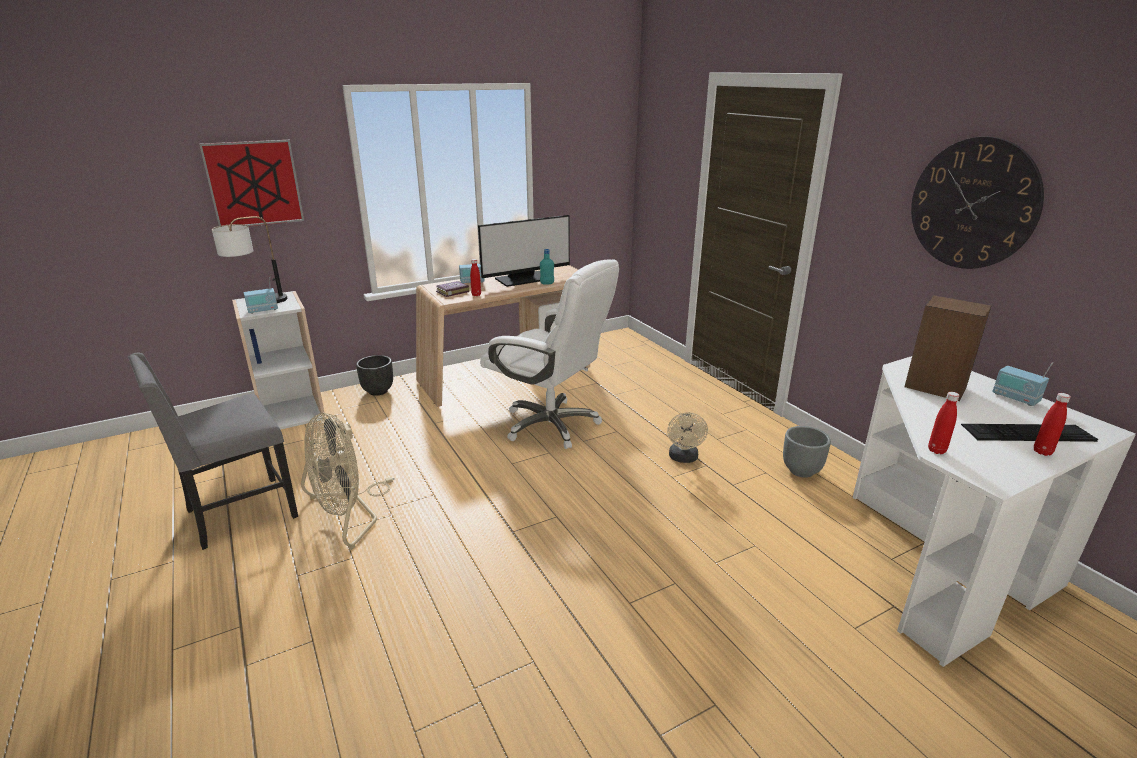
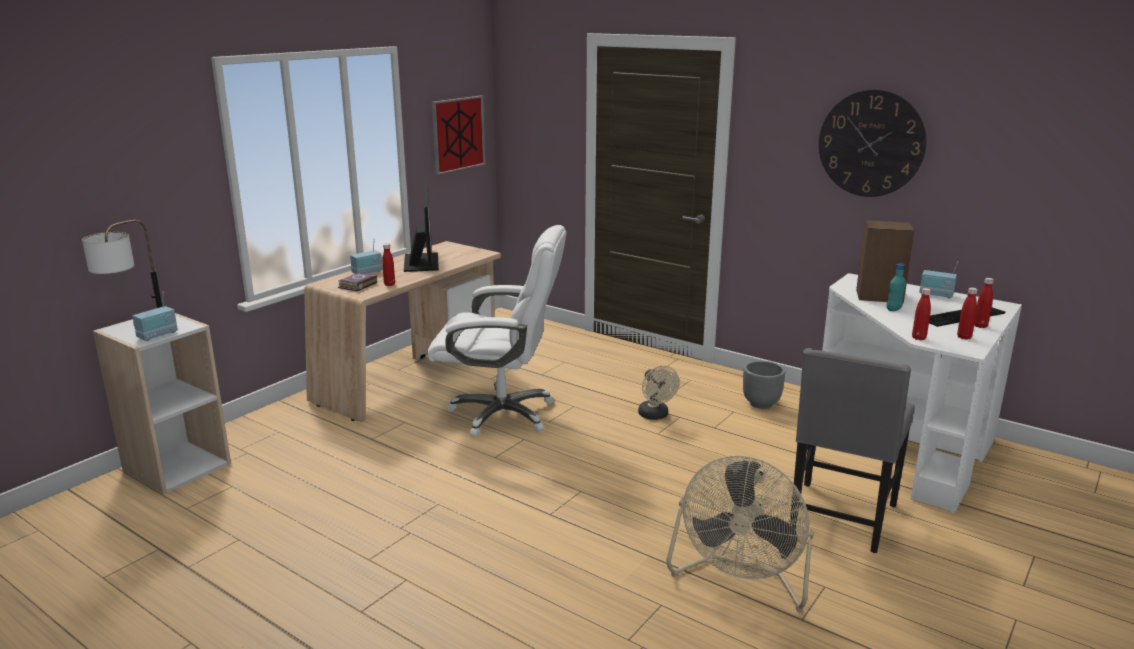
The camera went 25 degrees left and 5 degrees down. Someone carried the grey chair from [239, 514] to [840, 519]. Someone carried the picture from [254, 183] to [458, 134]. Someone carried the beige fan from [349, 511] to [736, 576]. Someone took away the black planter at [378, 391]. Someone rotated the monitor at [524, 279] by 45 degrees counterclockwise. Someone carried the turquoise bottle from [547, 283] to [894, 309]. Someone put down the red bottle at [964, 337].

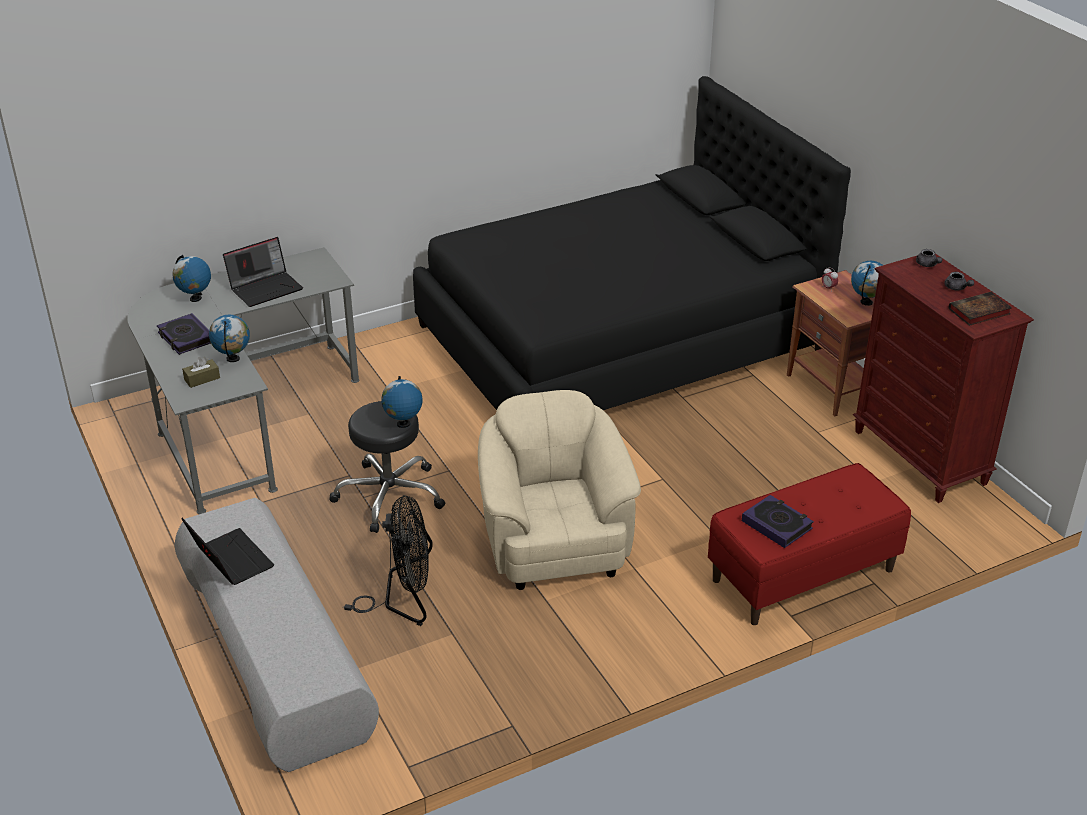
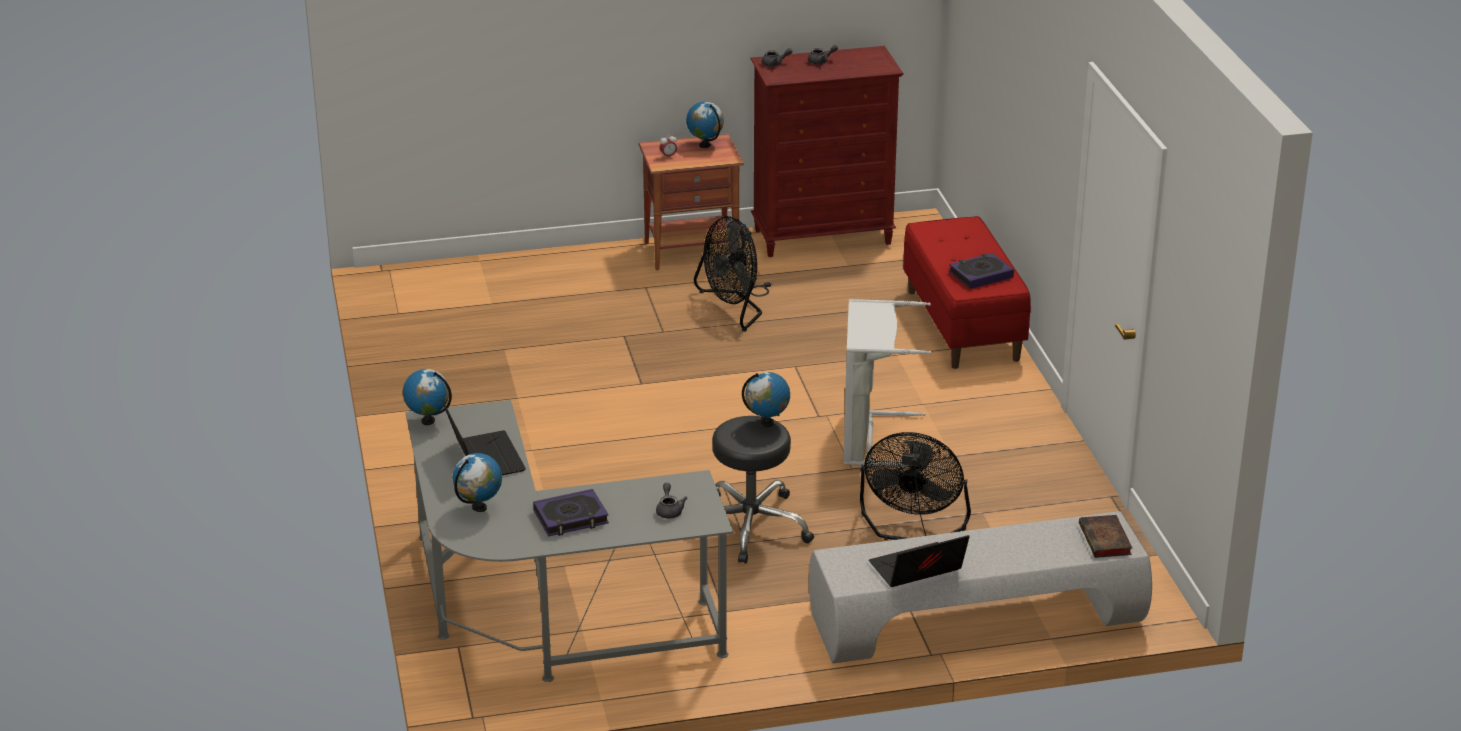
The camera went 75 degrees left and 5 degrees down. Someone swapped the brown tissue box at [202, 379] for the grey teapot at [669, 510]. Someone carried the globe from [233, 359] to [428, 421]. Someone took away the black bed at [619, 339]. Someone swapped the beige armchair at [554, 544] for the grey laundry basket at [871, 440]. Someone carried the book from [978, 312] to [1106, 541]. Someone put down the black fan at [736, 305].

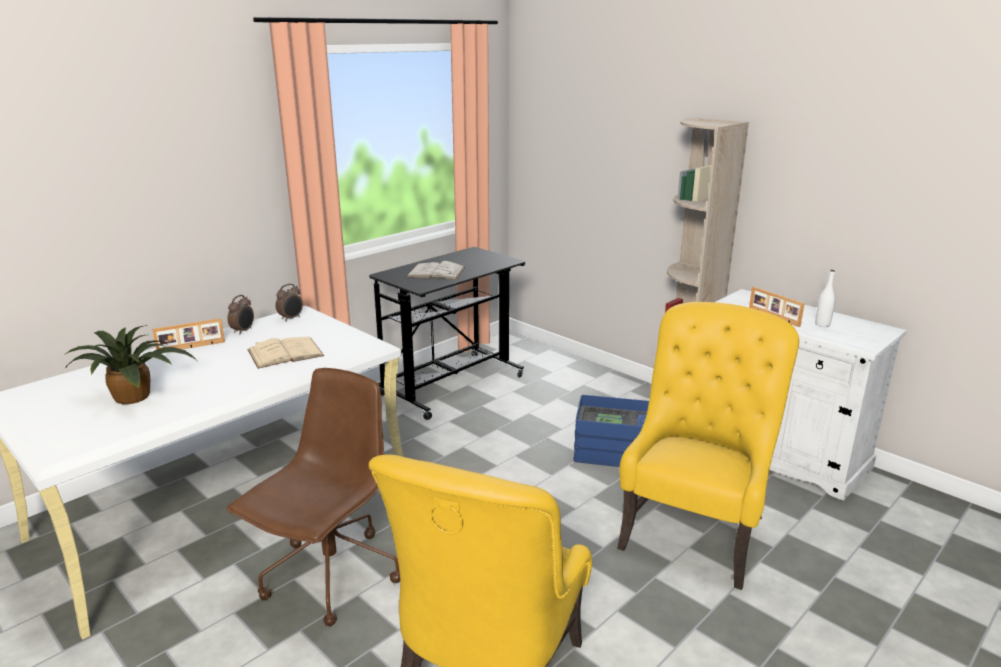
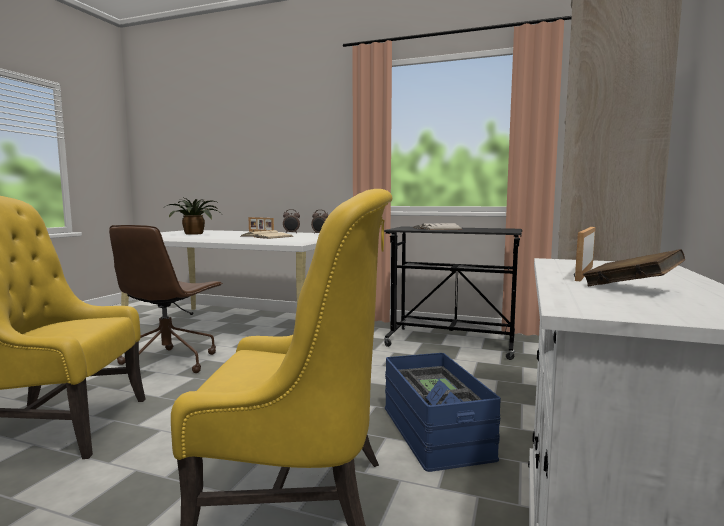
The camera went 65 degrees right and 15 degrees down. Someone rotated the brown office chair at [328, 580] by 105 degrees clockwise. Someone swapped the white bottle at [822, 325] for the brown book at [630, 288].

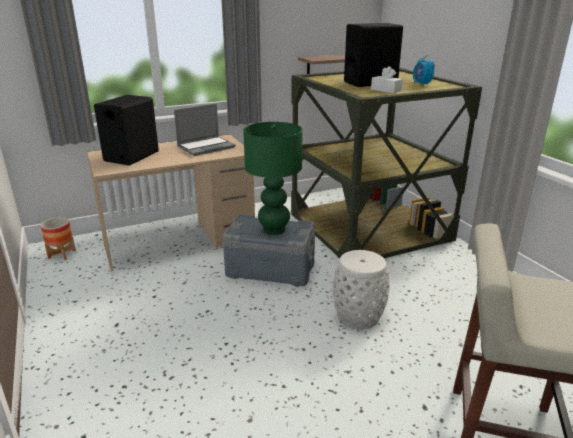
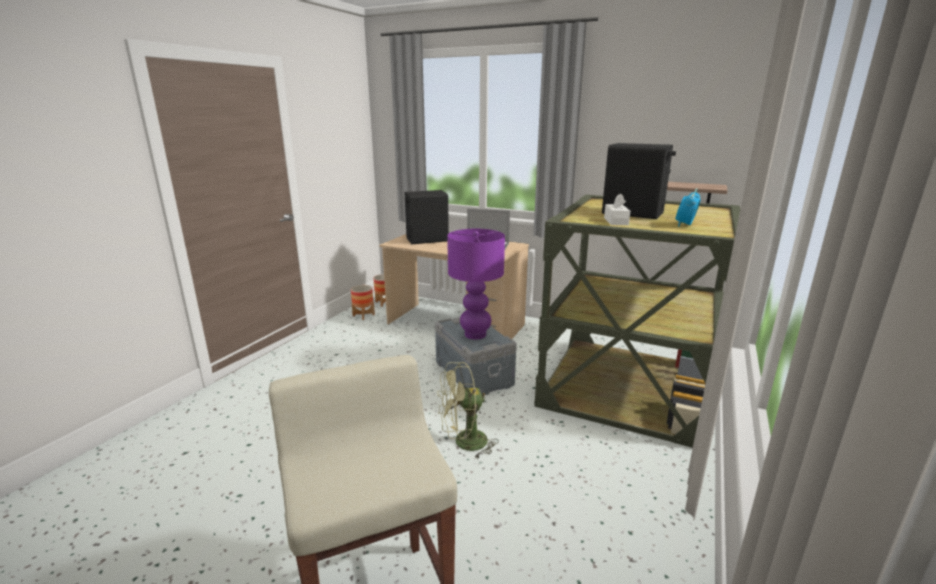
The camera went 50 degrees right and 5 degrees down. Someone repainted the green table lamp at [274, 229], which became the purple table lamp at [476, 334]. Someone swapped the white stool at [358, 316] for the green fan at [464, 443]. Someone put down the planter at [363, 315].

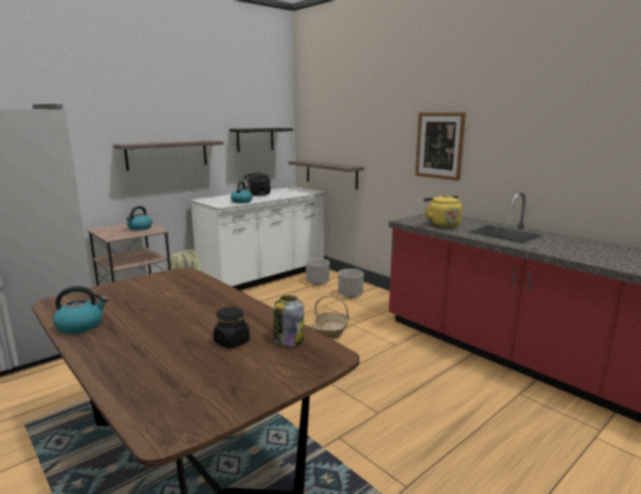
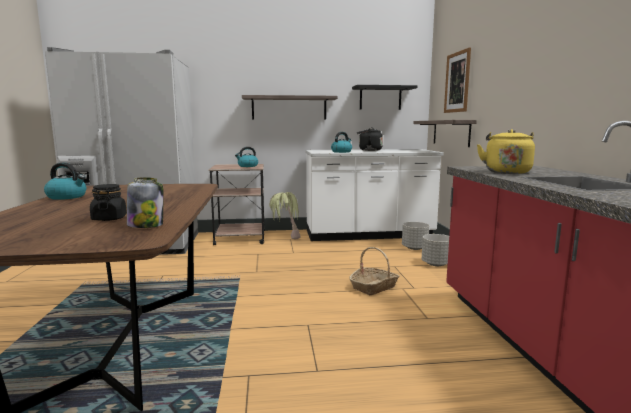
The camera went 35 degrees right and 5 degrees down. Someone carried the picture from [439, 145] to [457, 82].

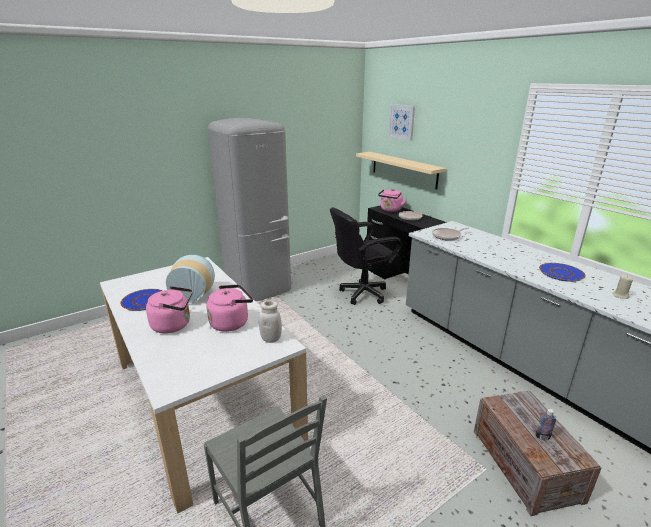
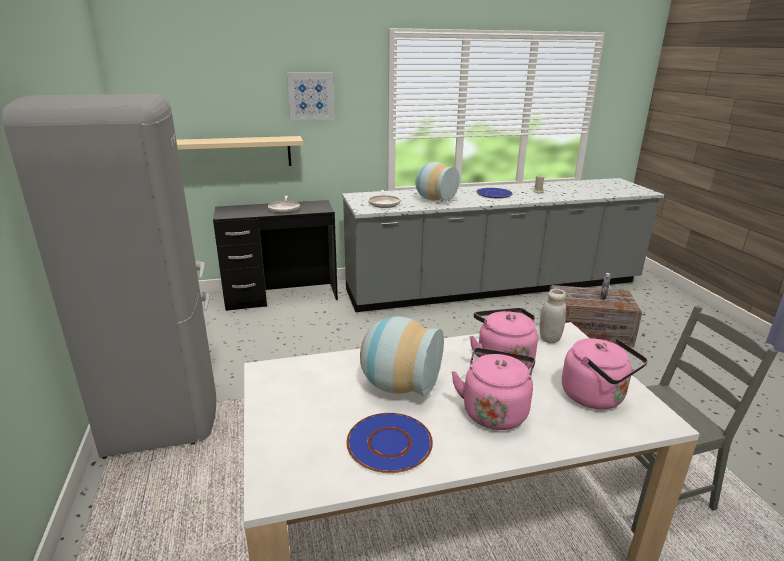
The camera went 70 degrees left and 0 degrees up. Someone took away the black office chair at [361, 295]. Someone carried the pink kettle from [390, 210] to [596, 397]. Someone carried the picture from [401, 122] to [310, 96]. Someone put down the vase at [434, 199].

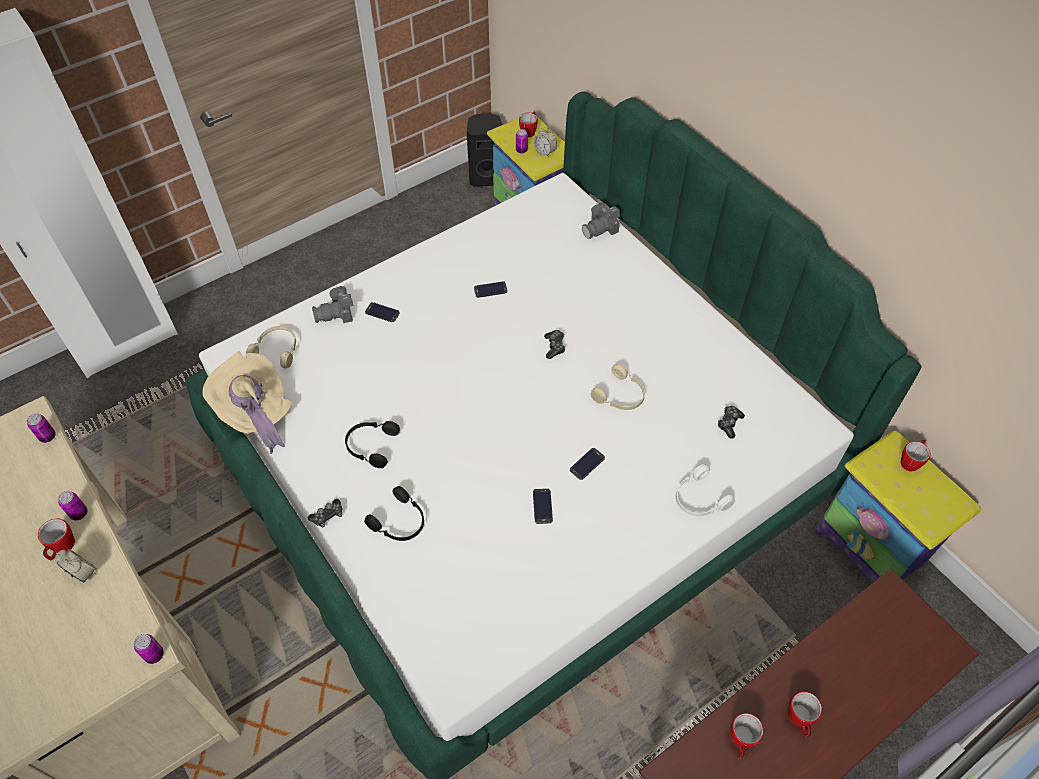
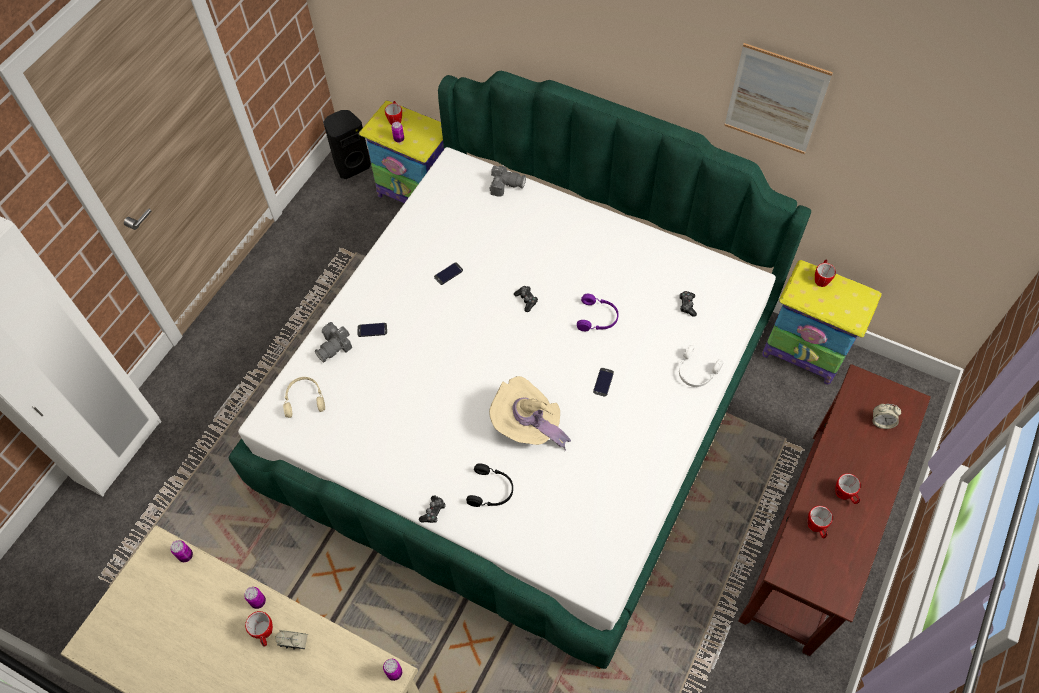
The camera went 25 degrees left and 5 degrees up. Someone carried the beige hat from [255, 413] to [528, 425]. Someone took away the black headphones at [371, 446]. Someone took away the phone at [542, 506]. Someone carried the alarm clock from [545, 152] to [881, 422]. Someone rotated the photo camera at [601, 228] by 105 degrees counterclockwise. Someone repainted the beige headphones at [620, 395], which became the purple headphones at [598, 318]. Someone put up the picture at [775, 100].

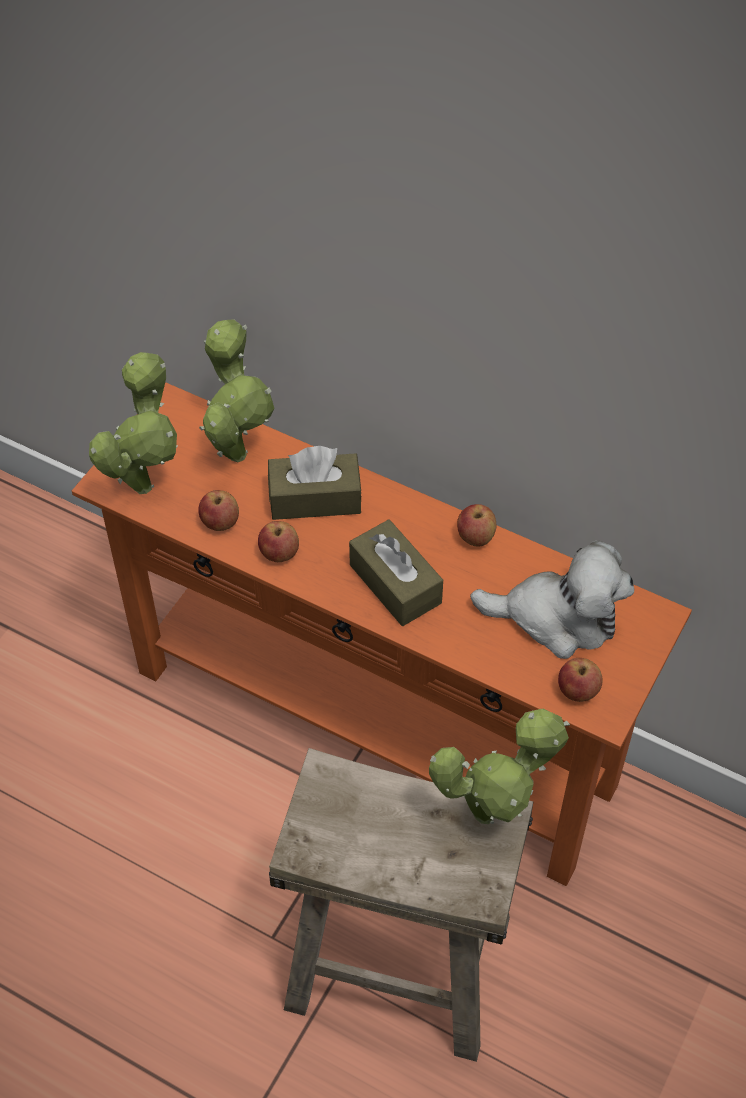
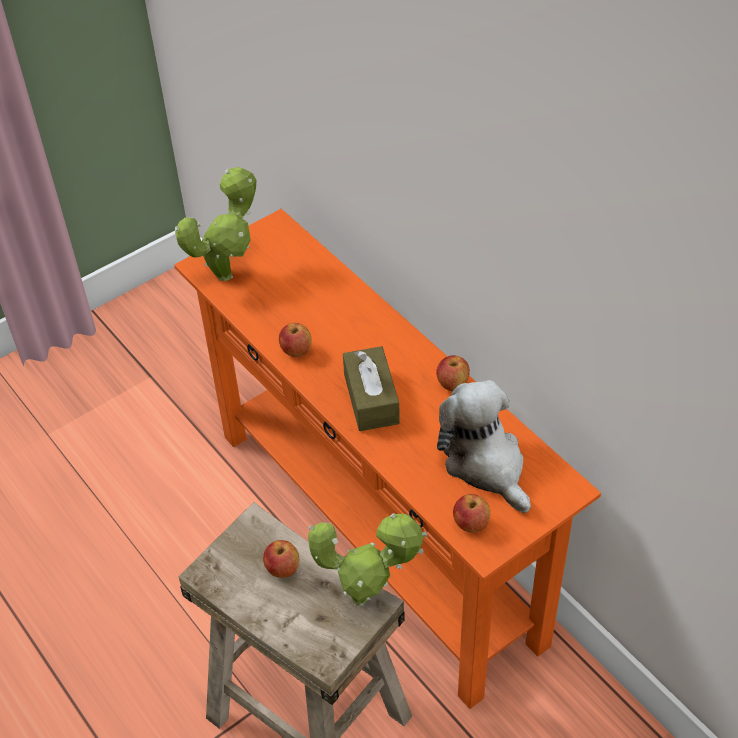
The camera went 25 degrees right and 5 degrees down. Someone carried the apple from [220, 523] to [282, 569]. Someone took away the potted plant at [236, 449]. Someone took away the brown tissue box at [315, 498]. Someone rotated the plush toy at [557, 617] by 150 degrees counterclockwise.

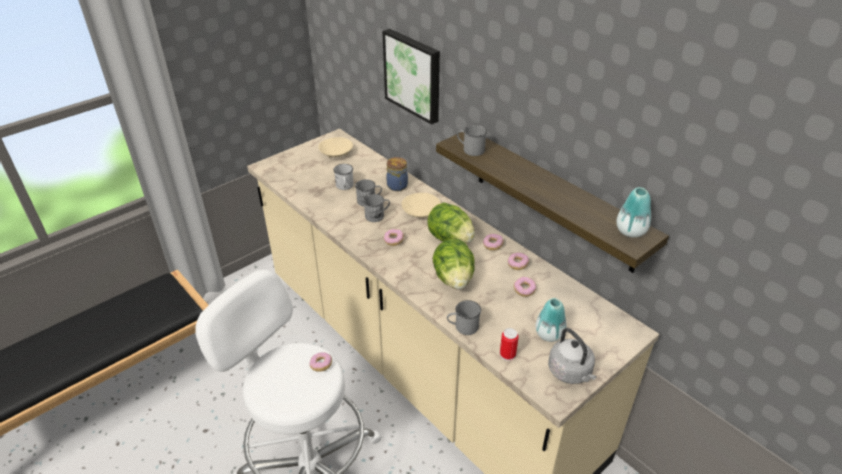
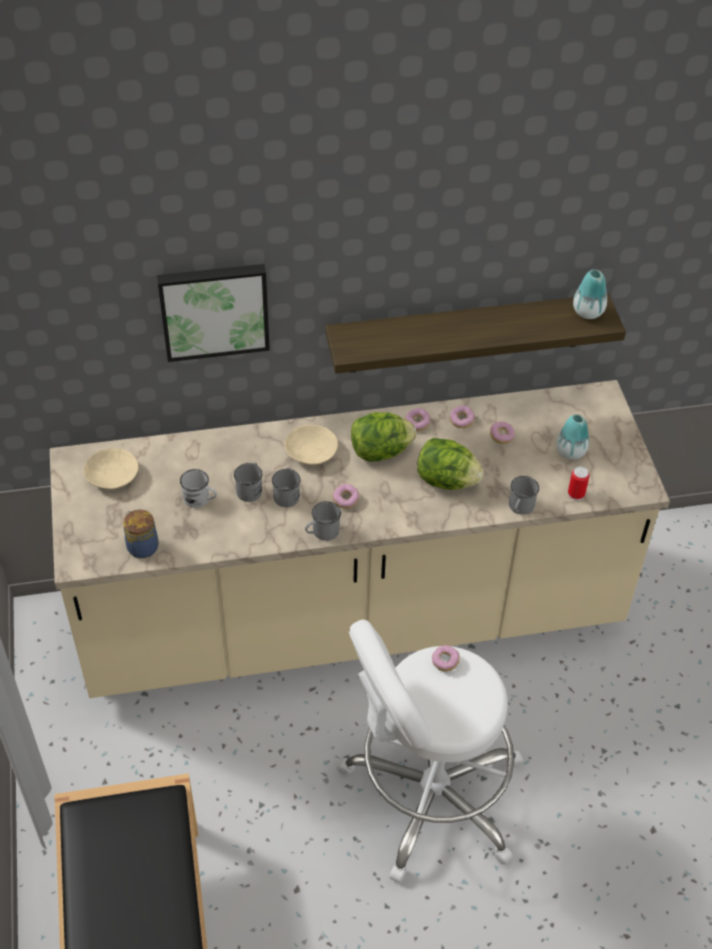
The camera went 60 degrees left and 10 degrees up. Someone carried the jar from [397, 185] to [142, 546]. Someone carried the grey mug from [470, 149] to [322, 532]. Someone took away the grey kettle at [571, 372].

